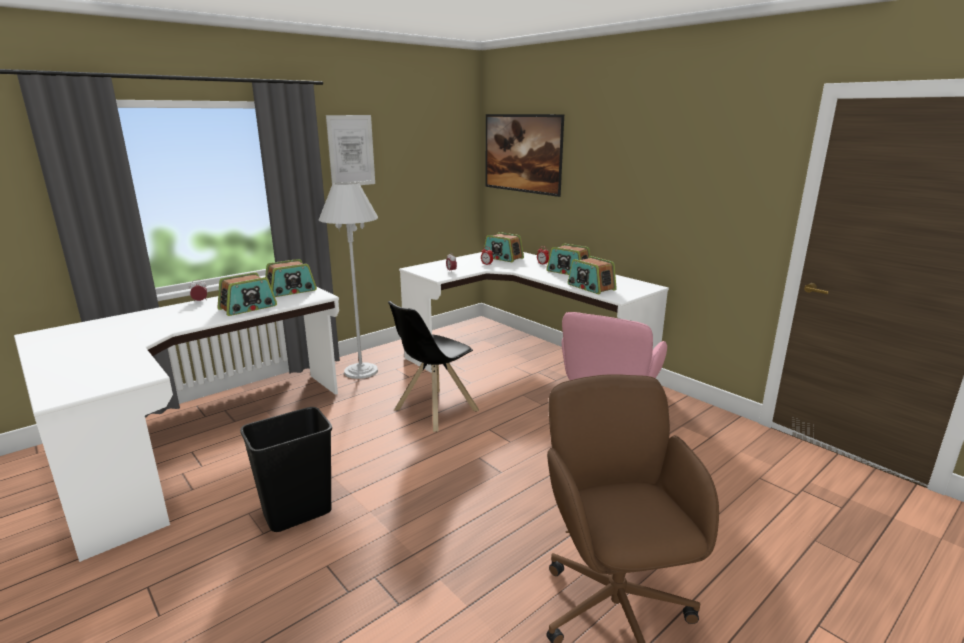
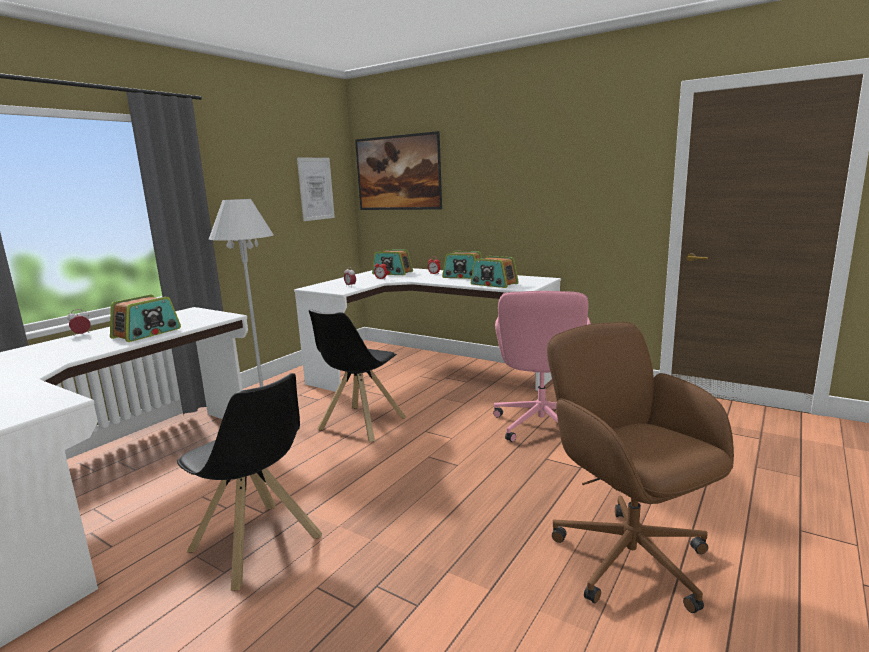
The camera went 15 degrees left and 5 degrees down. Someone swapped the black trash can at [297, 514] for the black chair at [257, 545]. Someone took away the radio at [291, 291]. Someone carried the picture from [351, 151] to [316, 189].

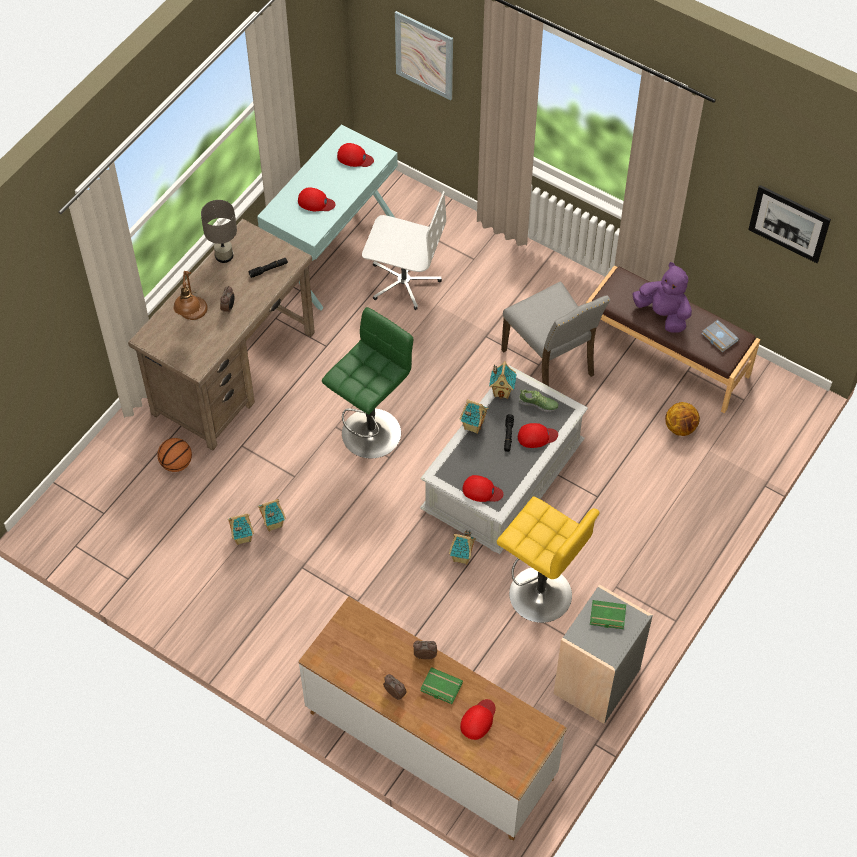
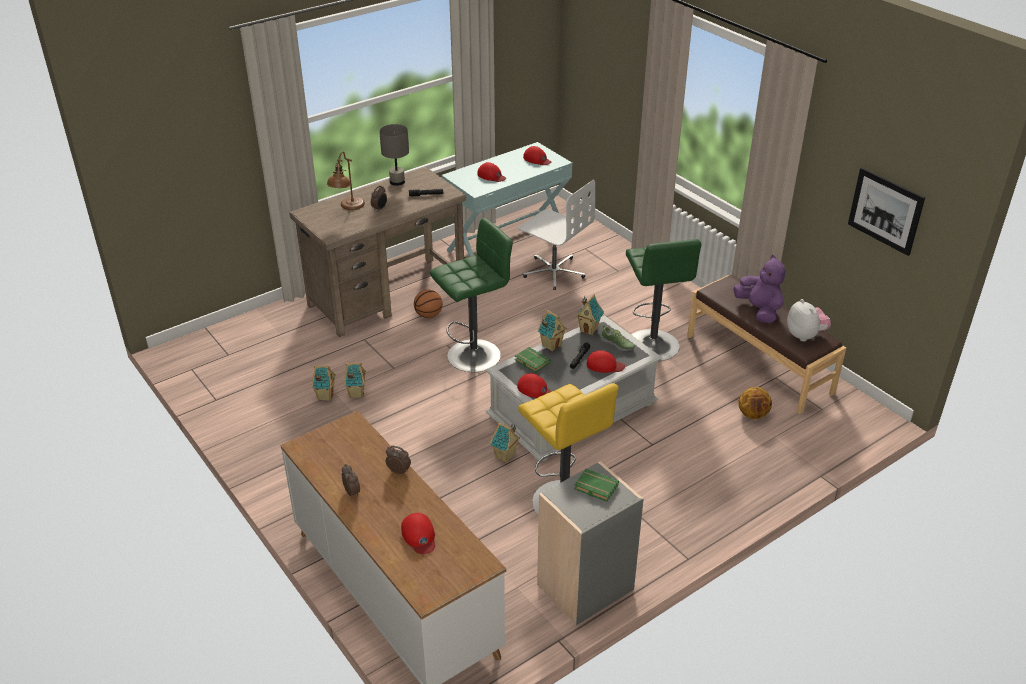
The camera went 20 degrees right and 20 degrees down. Someone carried the basketball from [176, 463] to [428, 315]. Someone took away the picture at [424, 55]. Someone carried the green book from [440, 687] to [531, 362]. Someone rotated the red cap at [478, 720] by 105 degrees clockwise. Someone swapped the grey chair at [551, 363] for the green stool at [652, 346]. Someone swapped the grey book at [718, 337] for the plush toy at [805, 336].

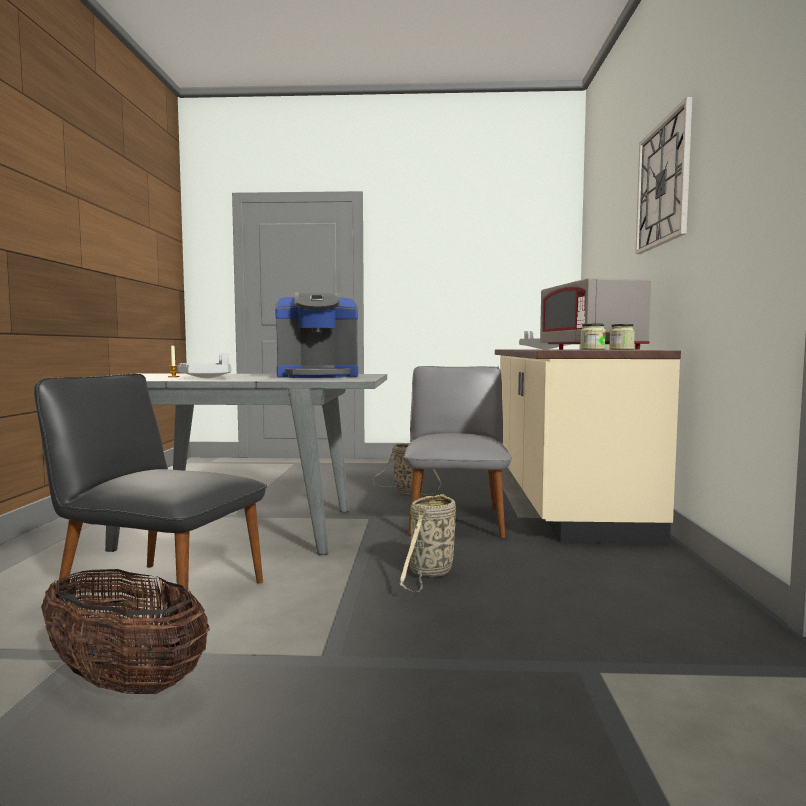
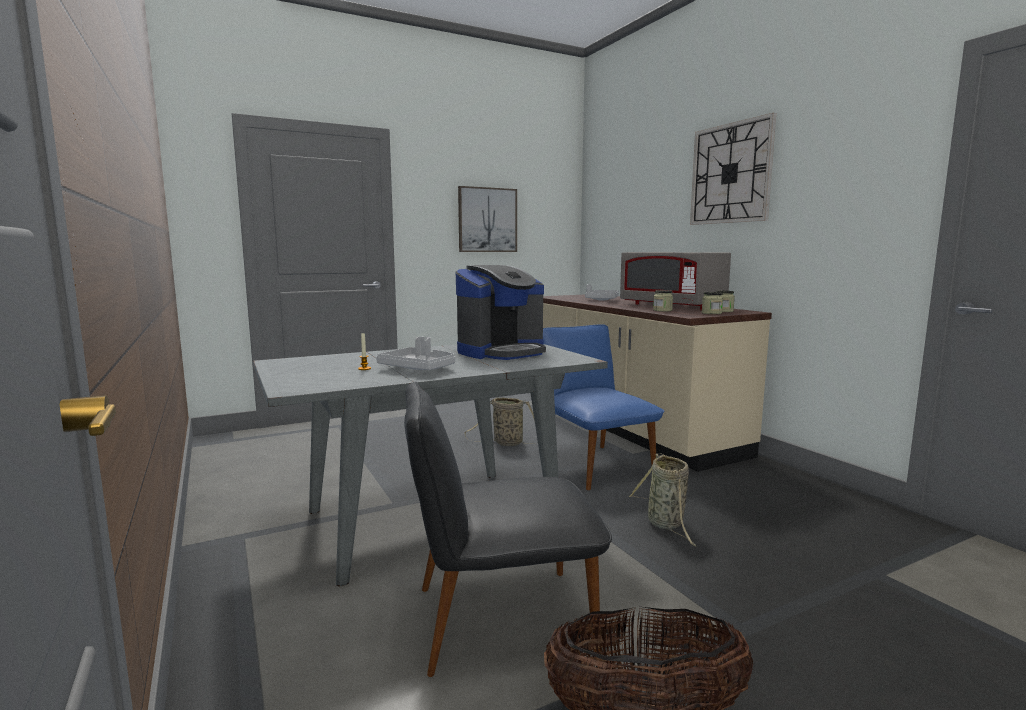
The camera went 30 degrees left and 5 degrees up. Someone repainted the grey chair at [456, 520], which became the blue chair at [595, 466]. Someone put up the picture at [487, 220]. Someone put down the jar at [662, 310].

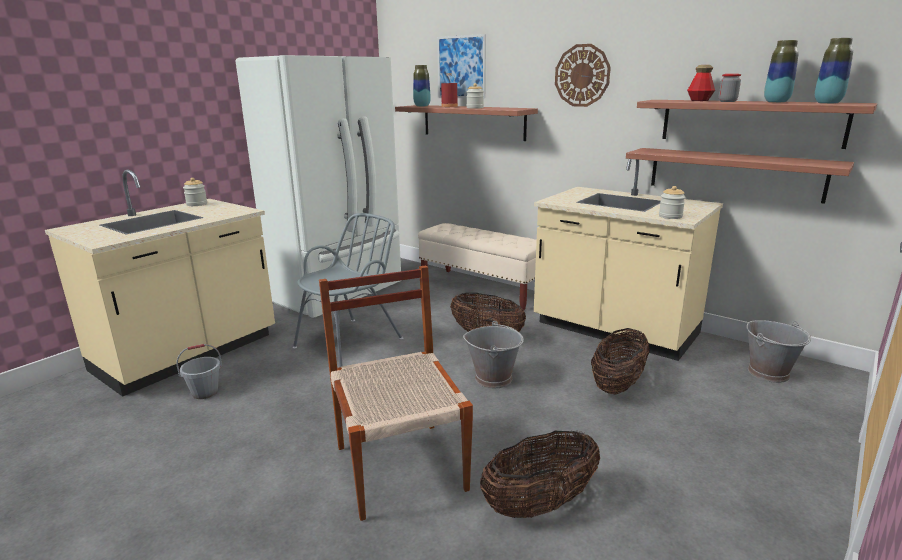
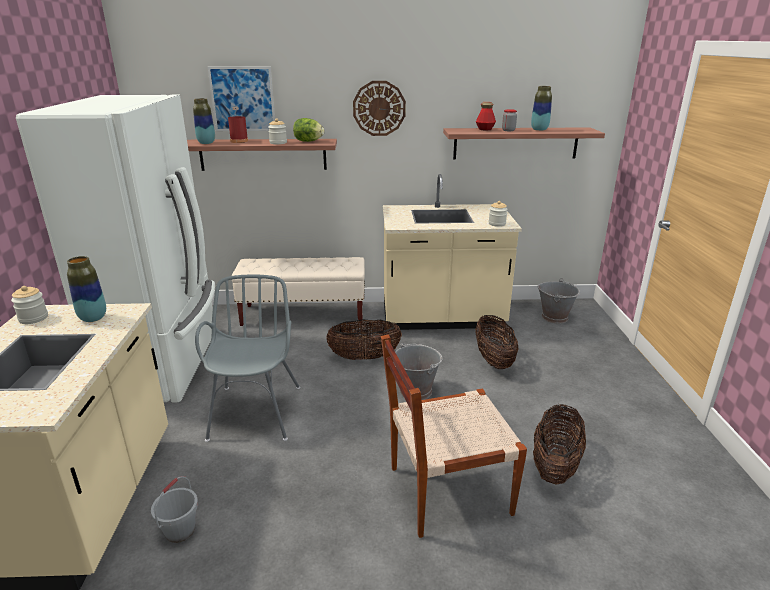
The camera went 40 degrees left and 5 degrees up. Someone rotated the chair at [400, 465] by 45 degrees counterclockwise. Someone took away the shelf at [734, 174]. Someone carried the vase from [827, 103] to [93, 318]. Someone put down the lettuce at [308, 141].

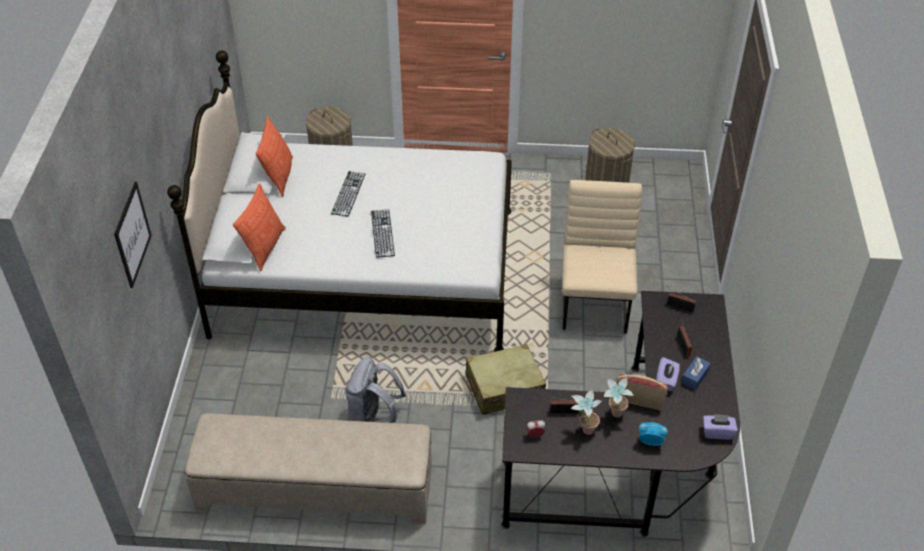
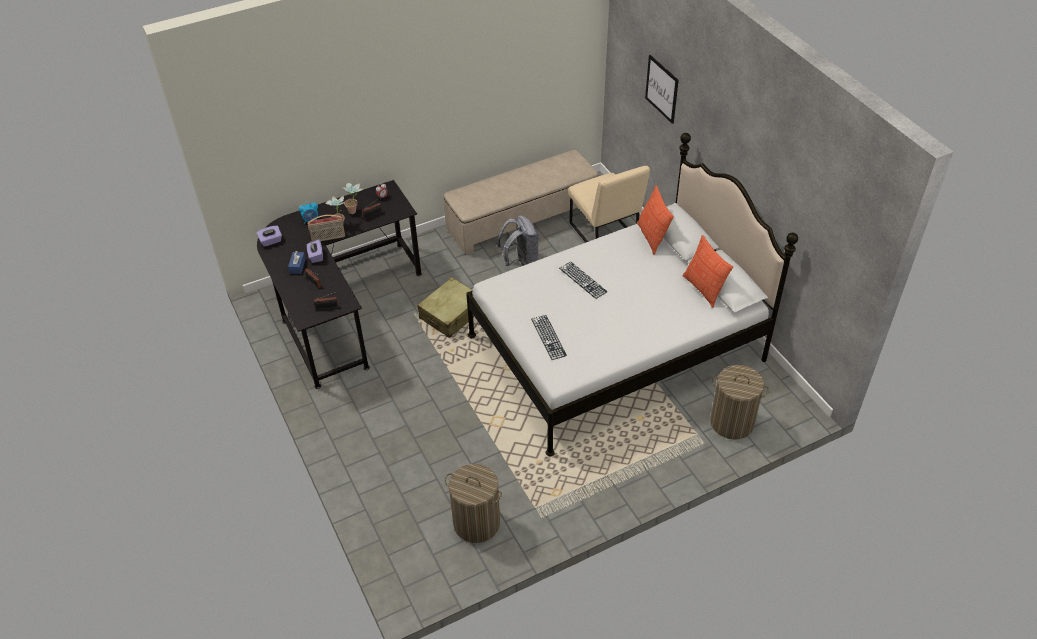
The camera went 150 degrees right and 0 degrees up. Someone carried the keyboard from [348, 193] to [548, 337]. Someone carried the beige chair from [595, 301] to [604, 233].

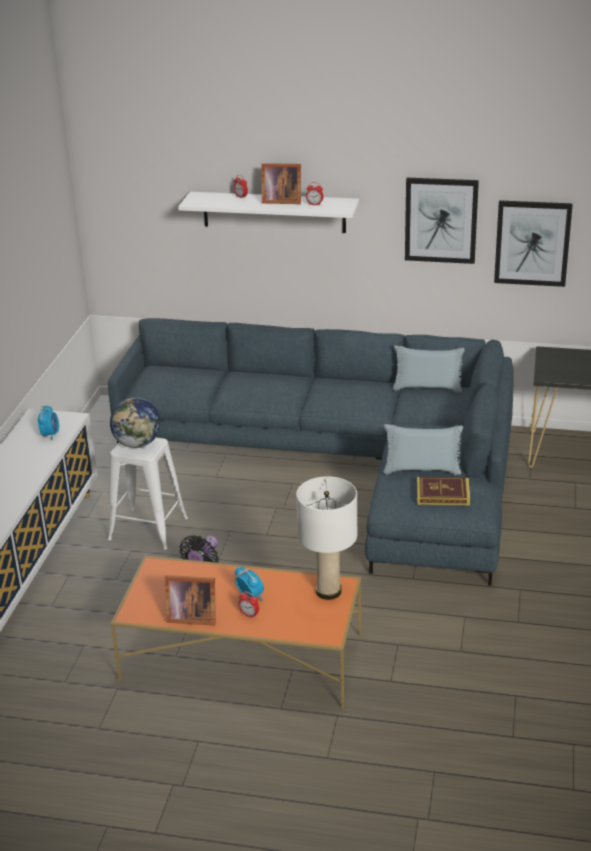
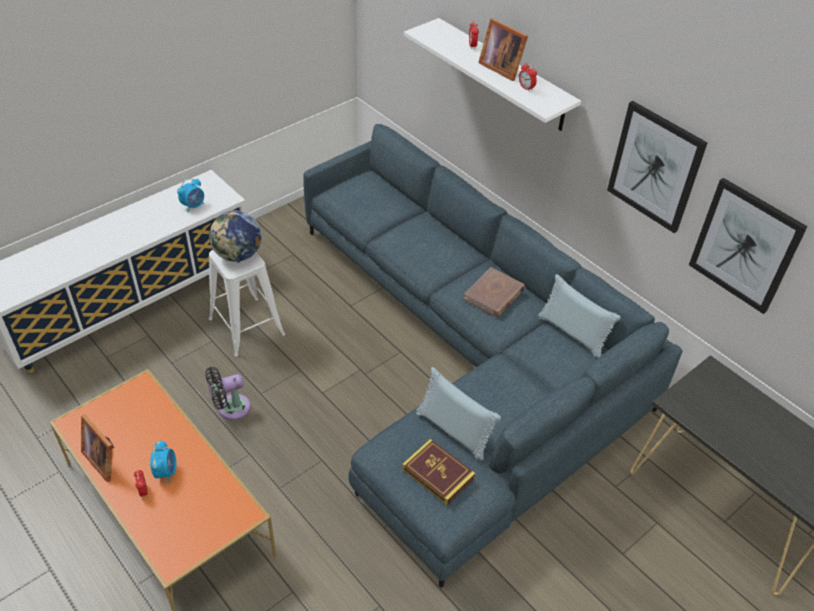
The camera went 35 degrees right and 15 degrees up. Someone took away the white table lamp at [328, 591]. Someone put down the brown book at [494, 295].

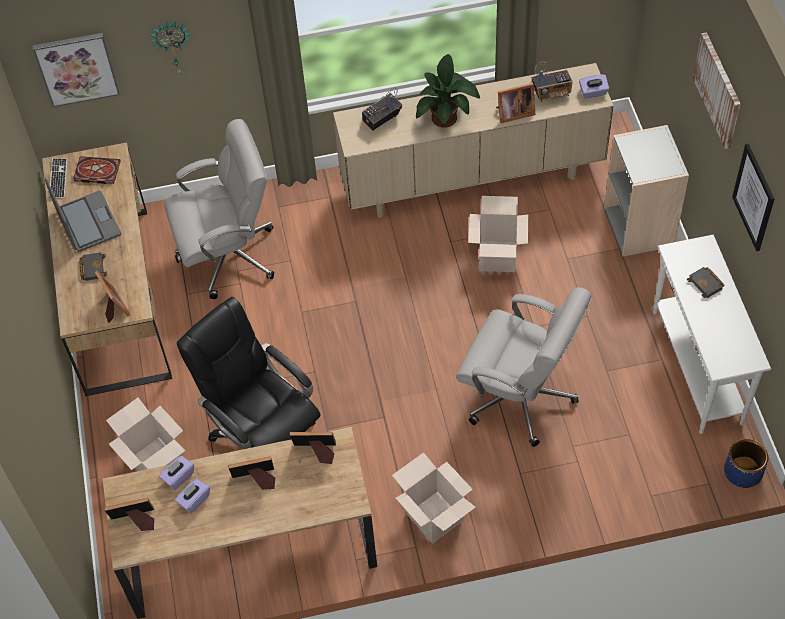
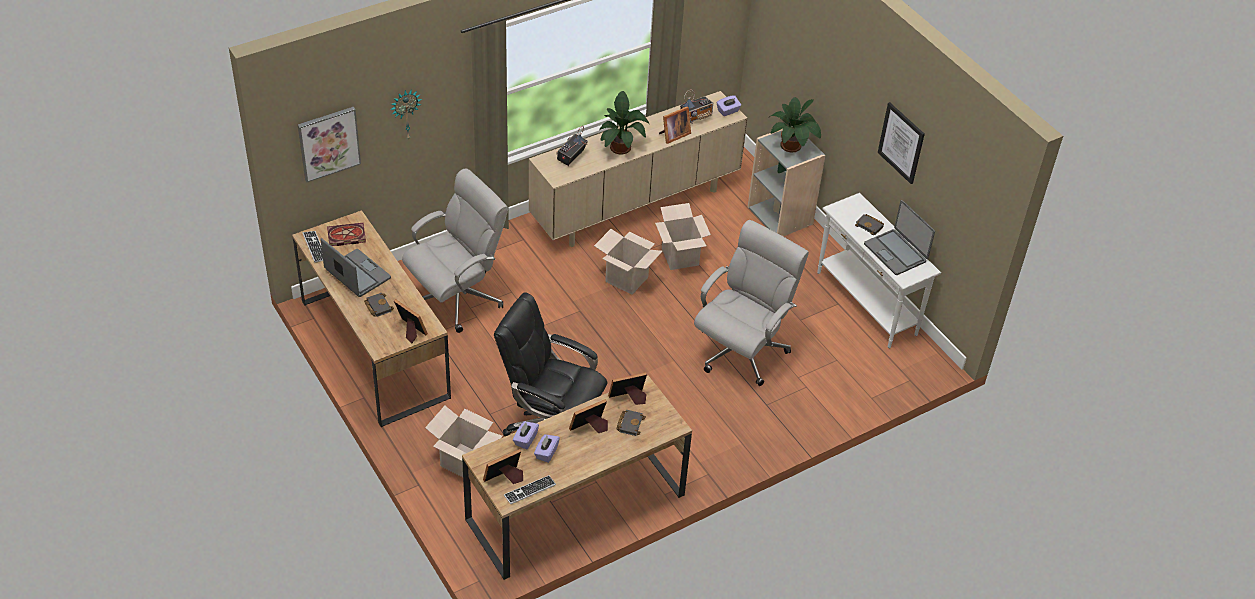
The camera went 25 degrees left and 10 degrees down. Someone carried the cardboard box from [434, 517] to [626, 279]. Someone rotated the grey office chair at [519, 396] by 60 degrees counterclockwise. Someone took away the picture at [718, 90]. Someone took away the blue planter at [743, 472]. Someone put down the keyboard at [529, 490]. Someone put down the black book at [629, 423]. Someone put down the potted plant at [792, 146]. Someone put down the laptop at [896, 252].

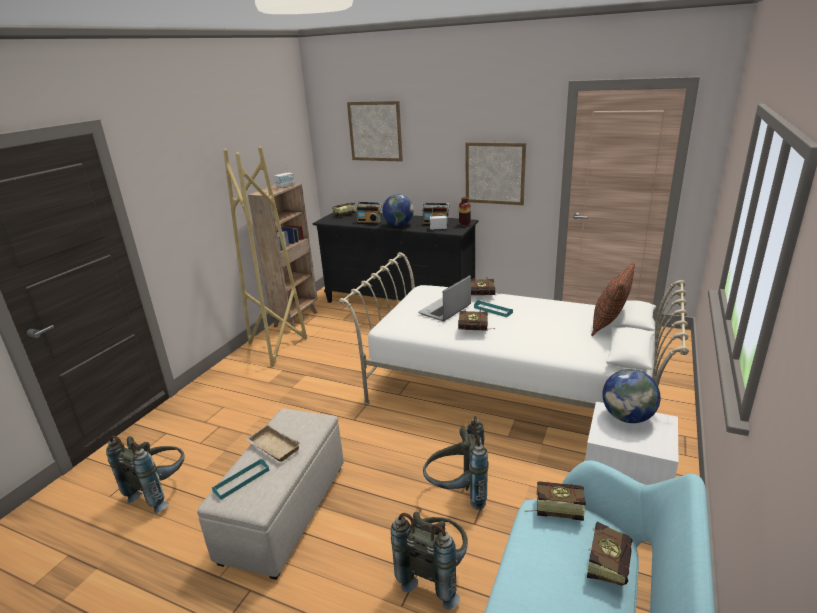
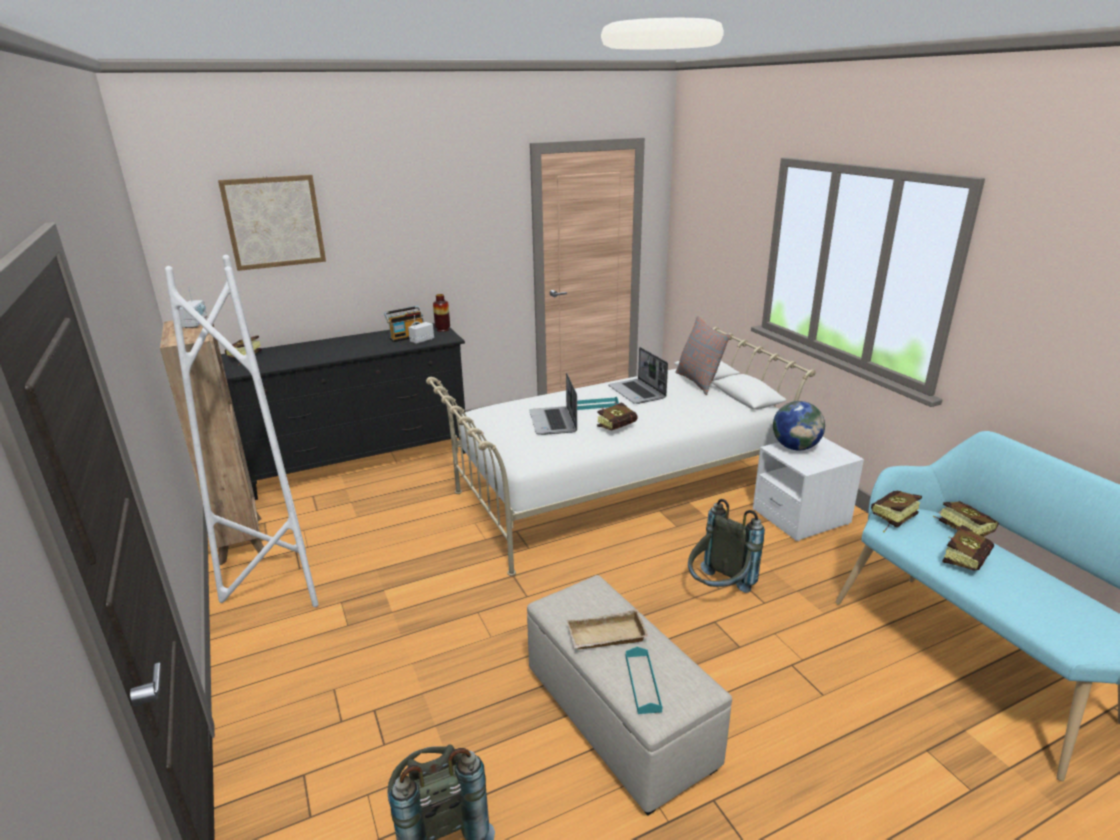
The camera went 50 degrees left and 0 degrees up. Someone repainted the yellow clothes rack at [276, 349], which became the white clothes rack at [281, 586]. Someone took away the radio at [369, 222]. Someone took away the globe at [398, 225]. Someone took away the grey backpack at [435, 575]. Someone took away the picture at [495, 172]. Someone carried the book from [485, 296] to [966, 559]. Someone repainted the brown pillow at [609, 325], which became the grey pillow at [698, 382]. Someone put down the laptop at [638, 393].

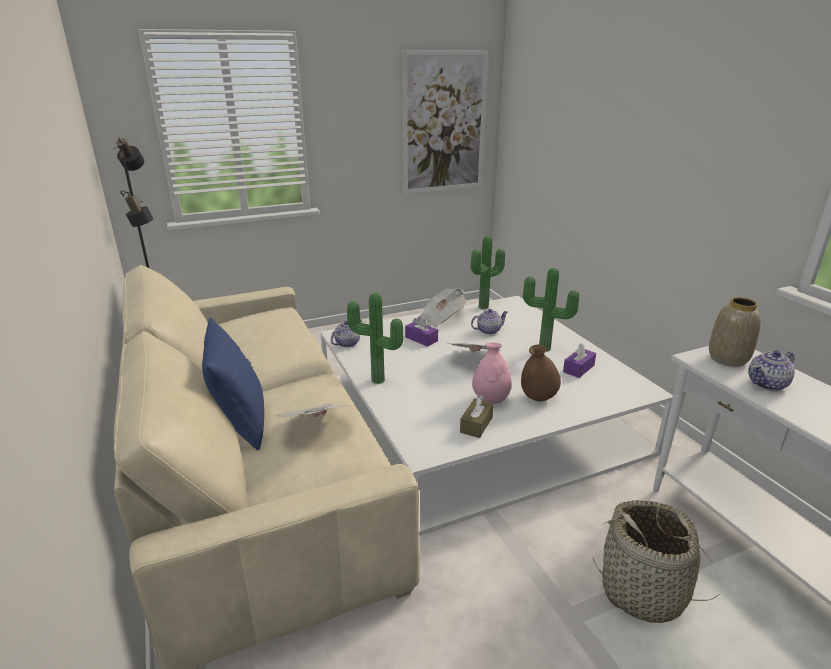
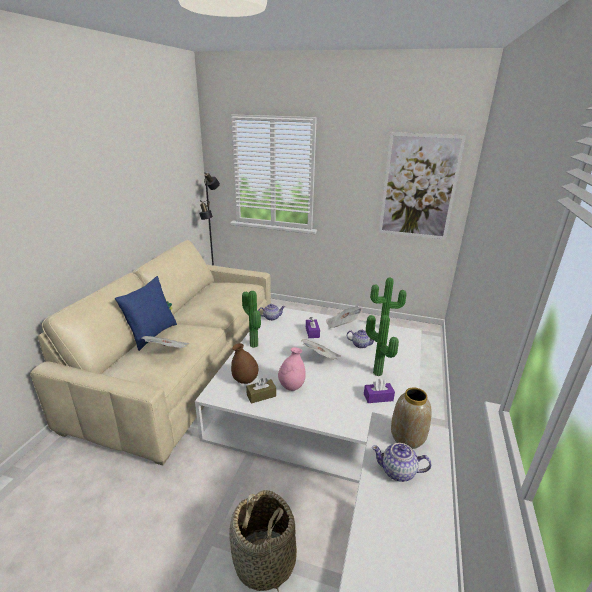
The camera went 40 degrees right and 0 degrees up. Someone carried the brown vase from [538, 398] to [245, 380].

